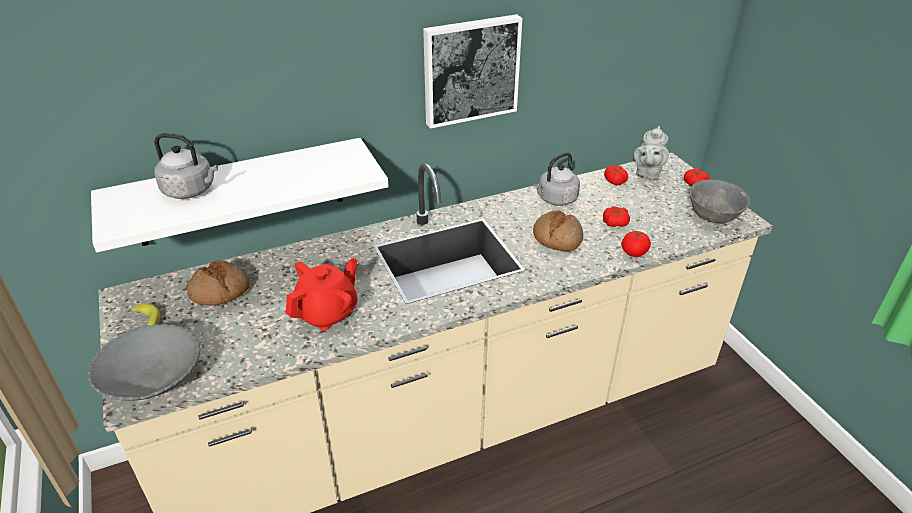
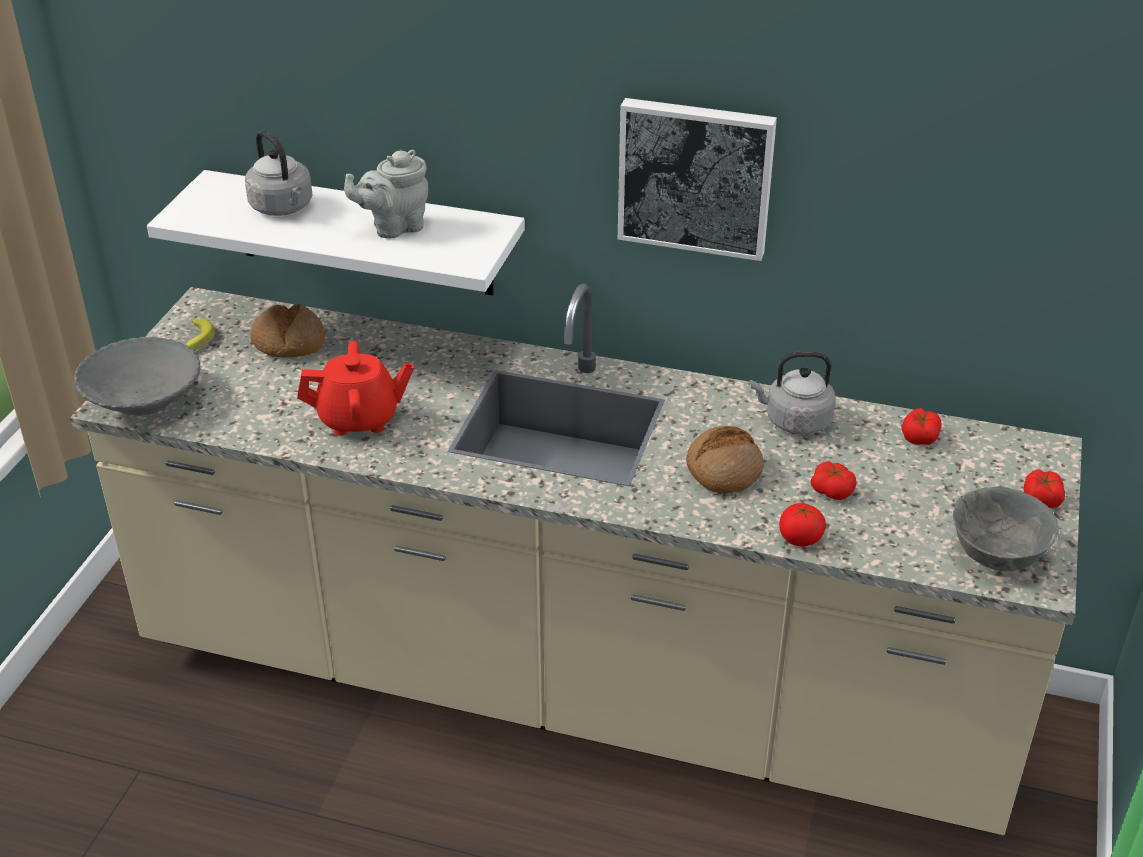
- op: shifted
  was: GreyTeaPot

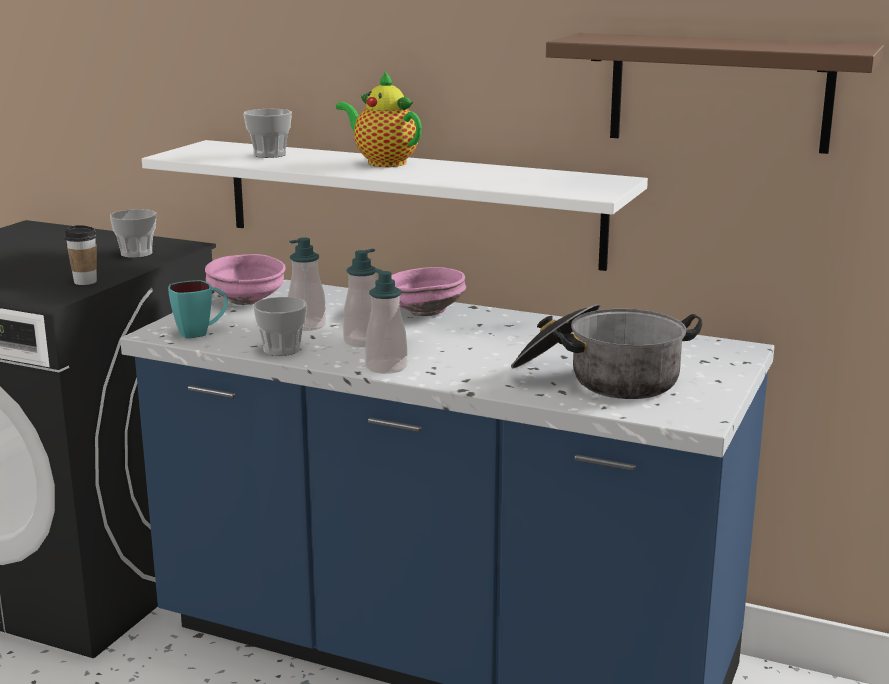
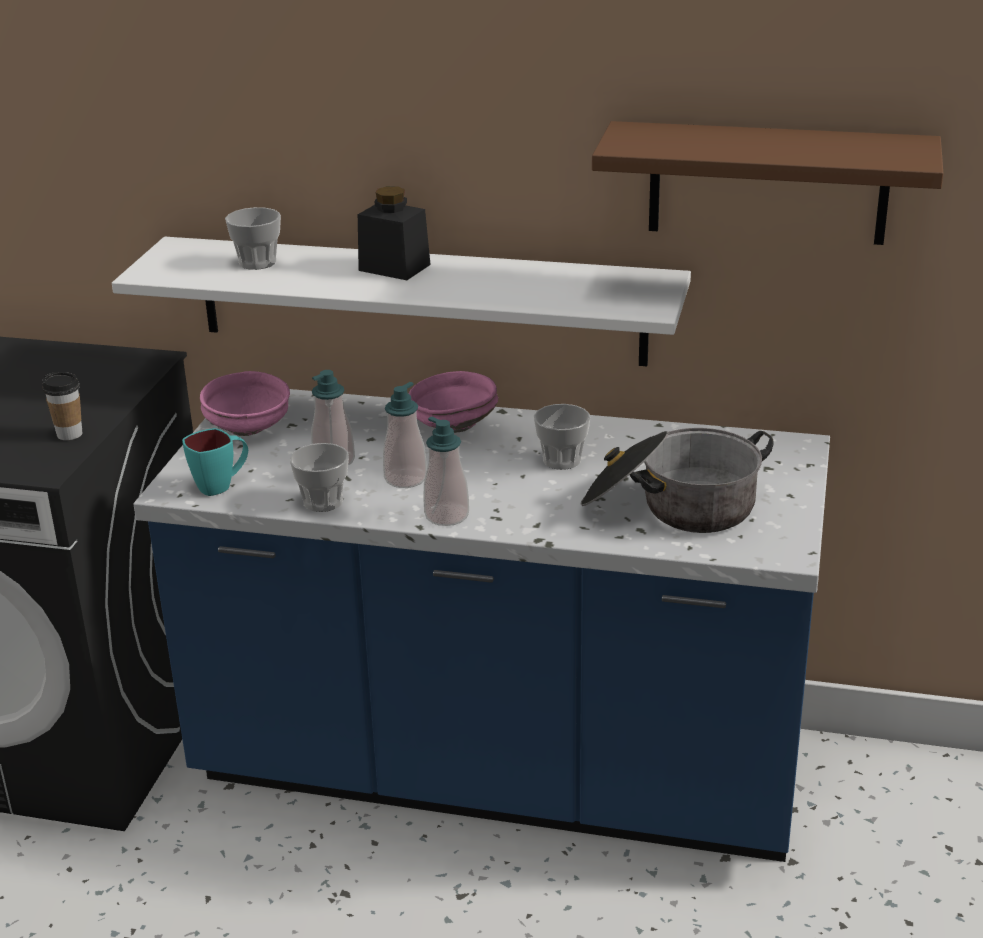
- op: shifted
  was: DrinkingCup (no. 2 from left in the first image)
  now: DrinkingCup (no. 4 from left)
- op: swapped
  was: TeaPot
  now: BlackishPreserveJar

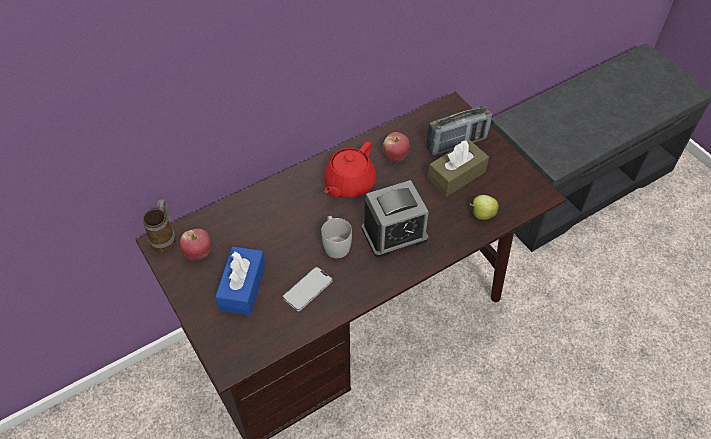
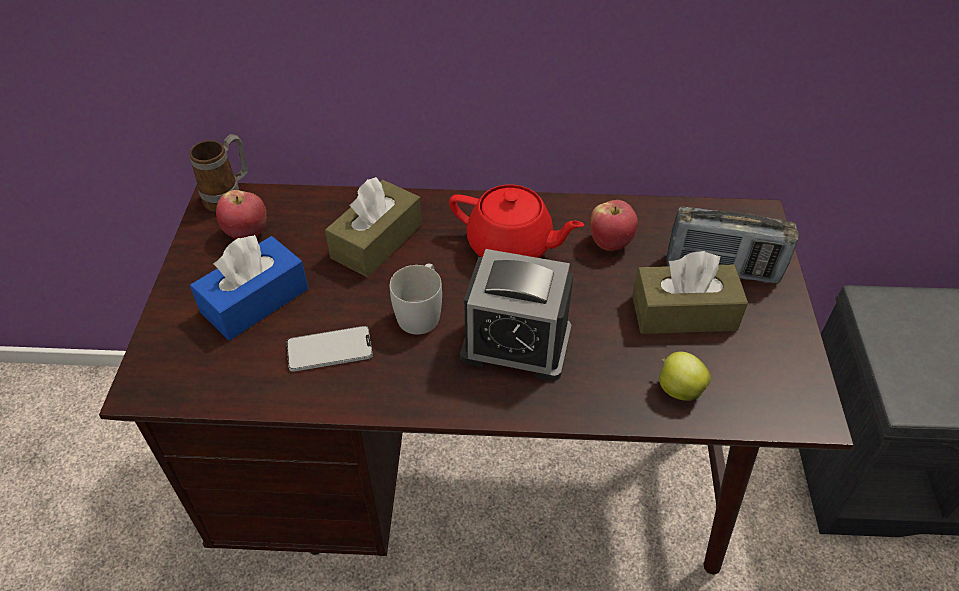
- op: rotated
  was: RedTeaPot
  clockwise: -135
- op: new
  now: BrownishTissueBox (no. 1 from left)

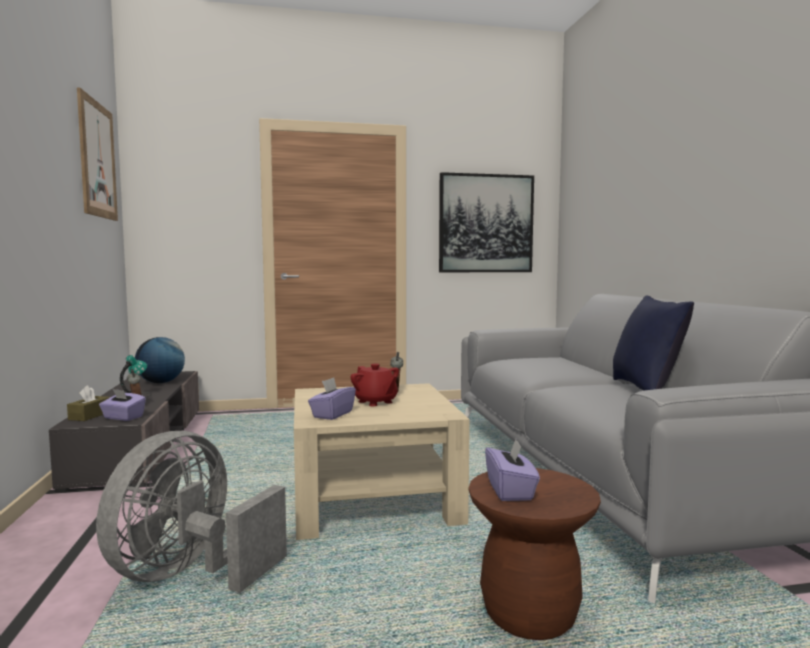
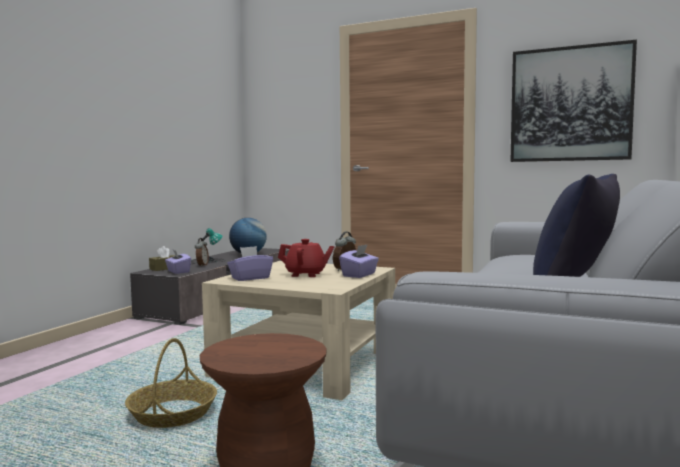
- op: gone
  was: WallPicture (no. 1 from left)
- op: gone
  was: GreyCoolingFan
- op: rotated
  was: RedTeaPot
  clockwise: -75
- op: shifted
  was: PurpleTissueBox (no. 3 from left)
- op: new
  now: HouseholdBasket

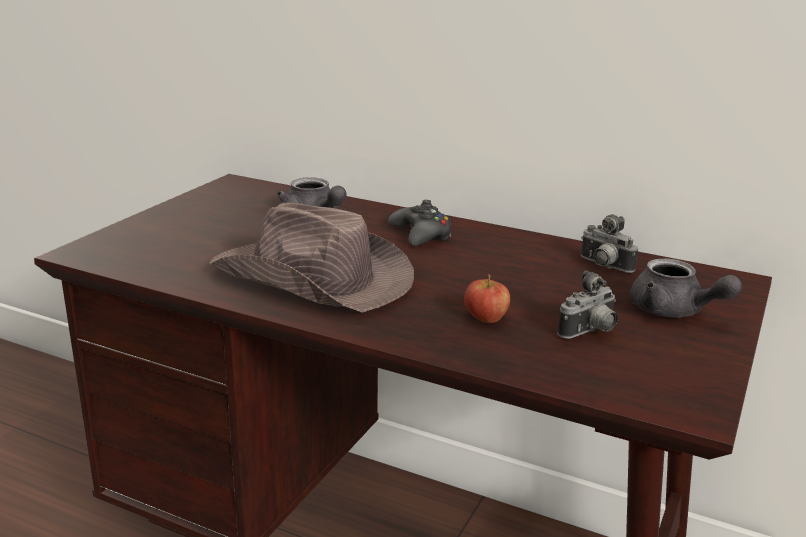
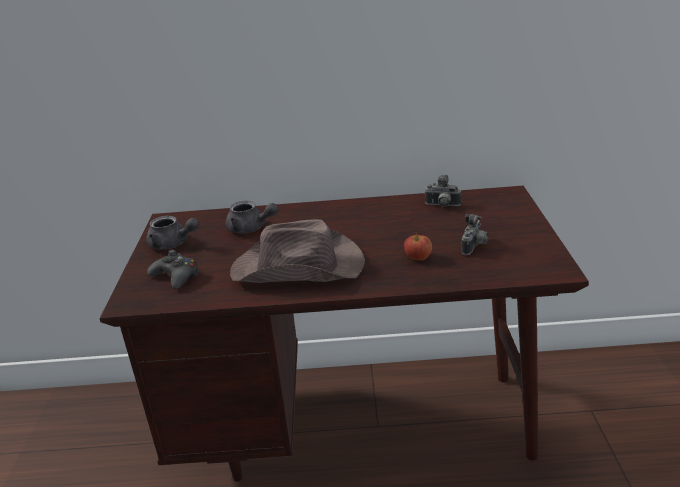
- op: shifted
  was: BlackishGamepad
- op: shifted
  was: GreyTeaPot (no. 2 from left in the first image)
  now: GreyTeaPot (no. 1 from left)

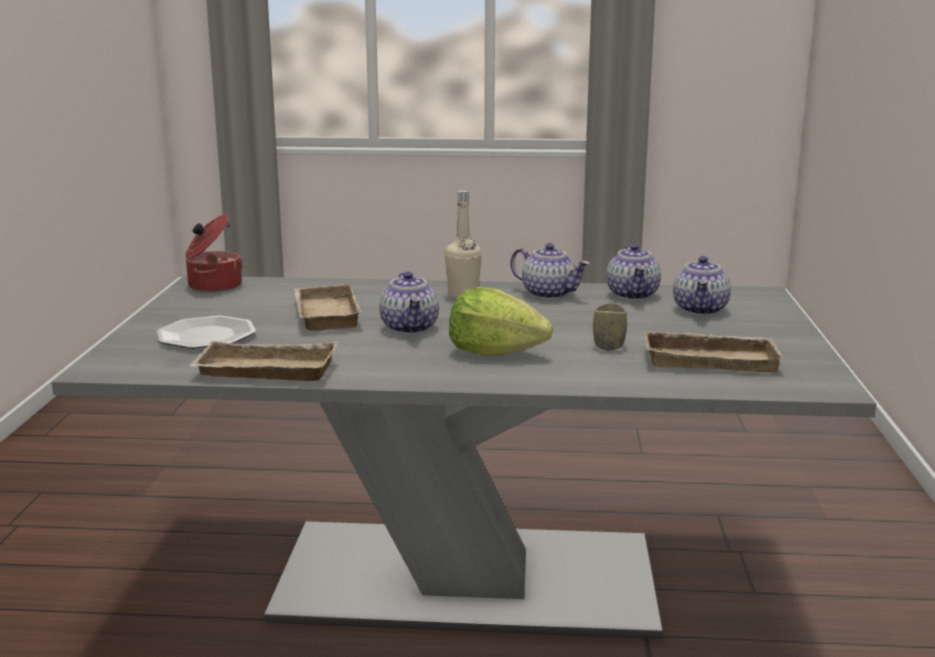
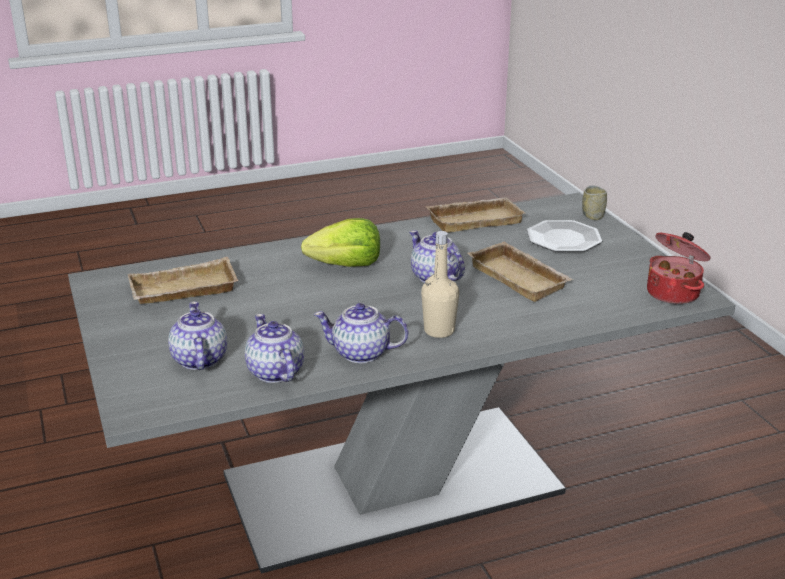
- op: shifted
  was: DrinkingCup

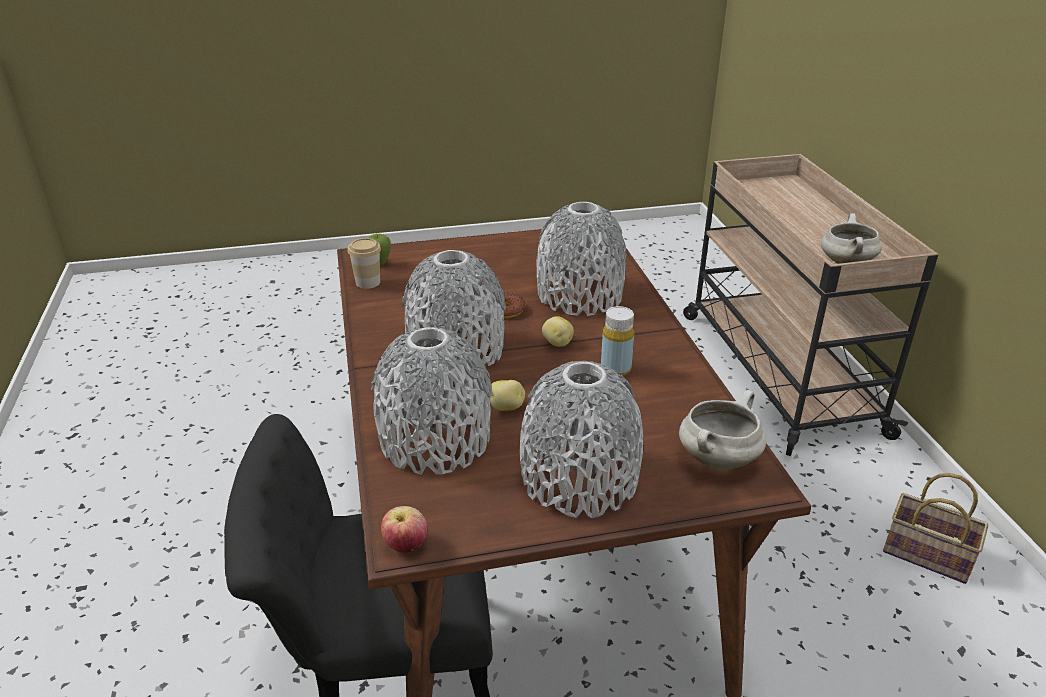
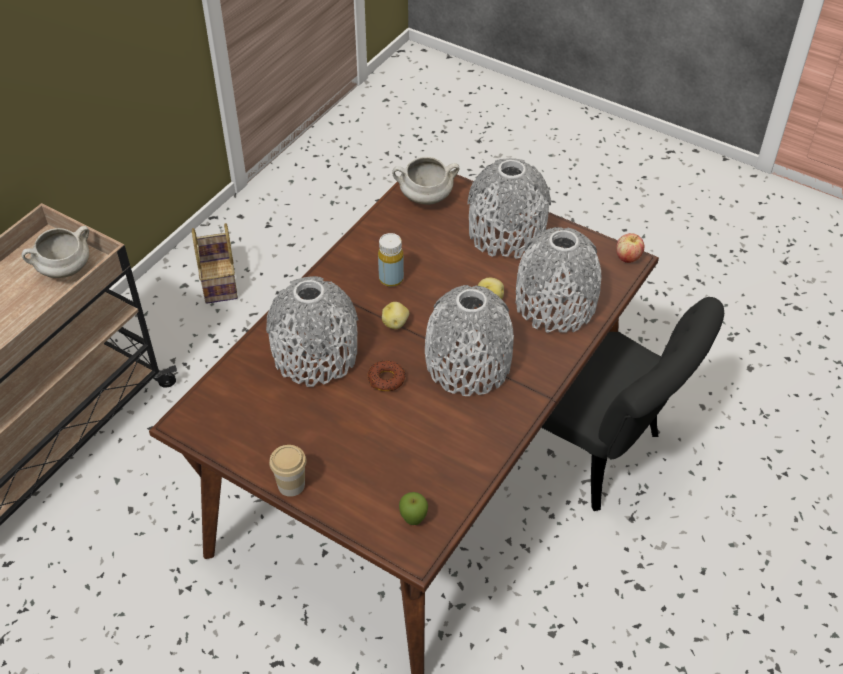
- op: shifted
  was: DrinkingCup

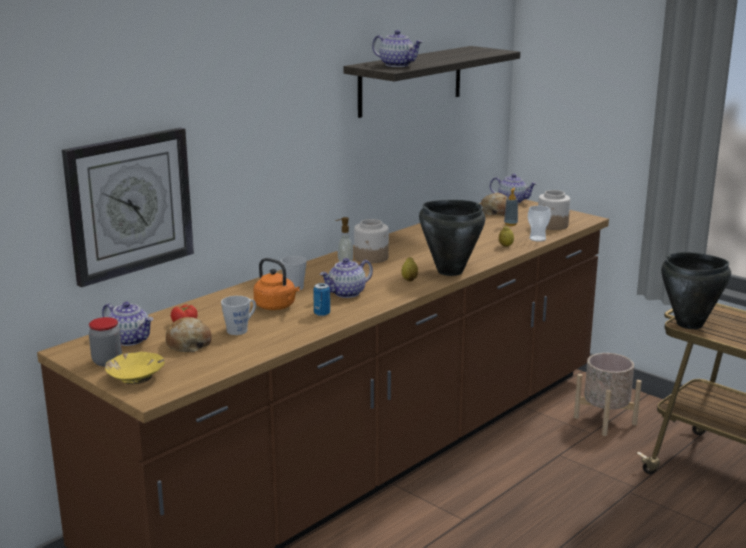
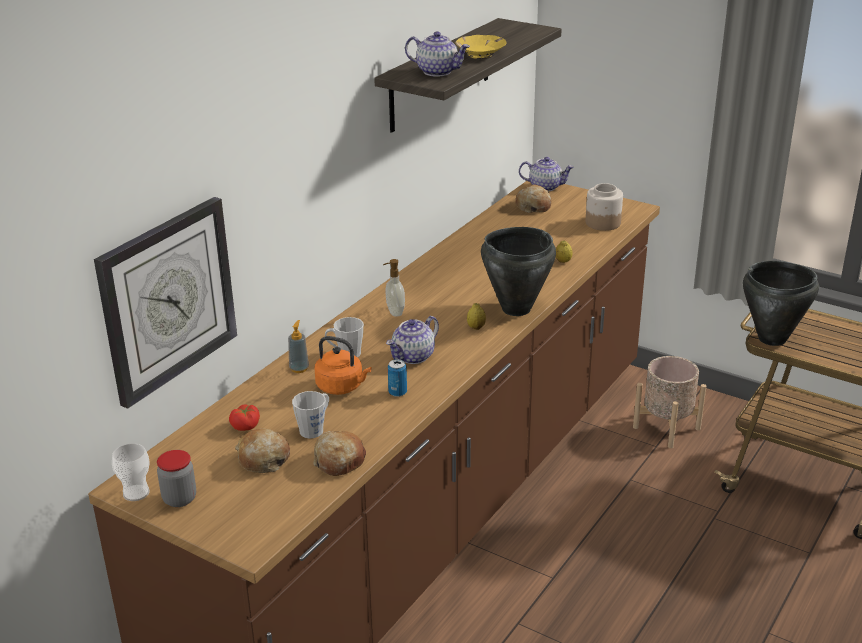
- op: gone
  was: TeaPot (no. 1 from left)
- op: shifted
  was: YellowishServingBowl
- op: gone
  was: PreserveJar (no. 2 from left)
- op: shifted
  was: SoapBottle (no. 2 from left in the first image)
  now: SoapBottle (no. 1 from left)
- op: shifted
  was: DrinkingCup
- op: new
  now: BakeryBread (no. 2 from left)

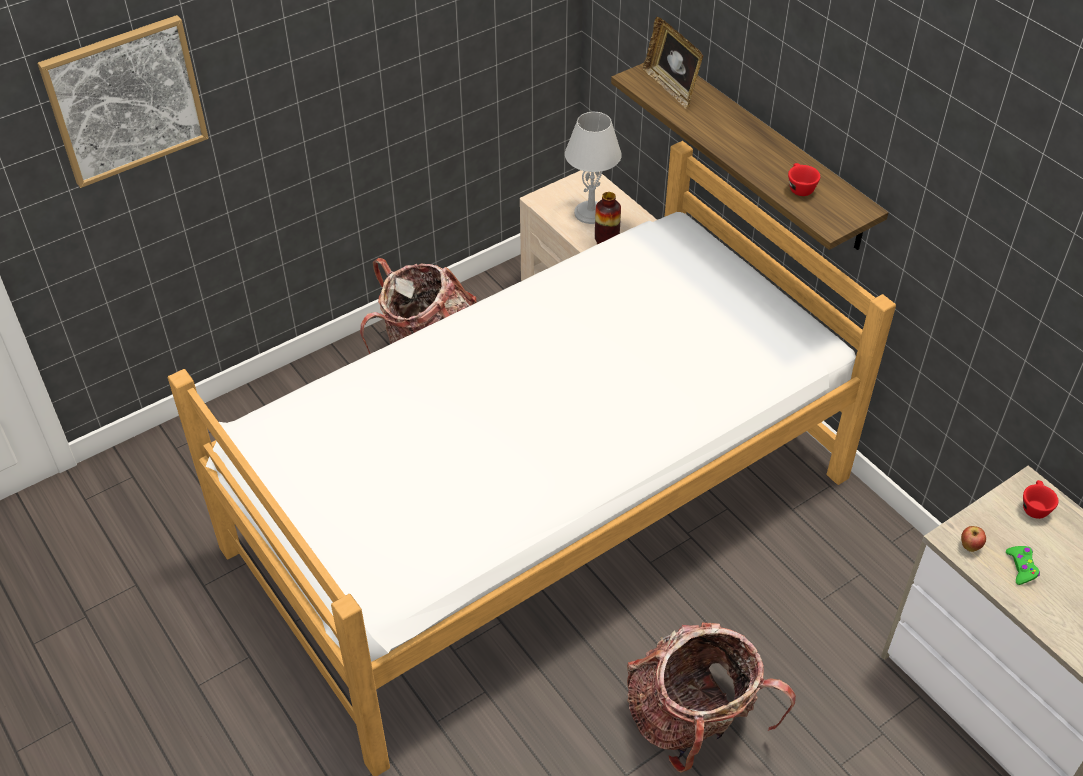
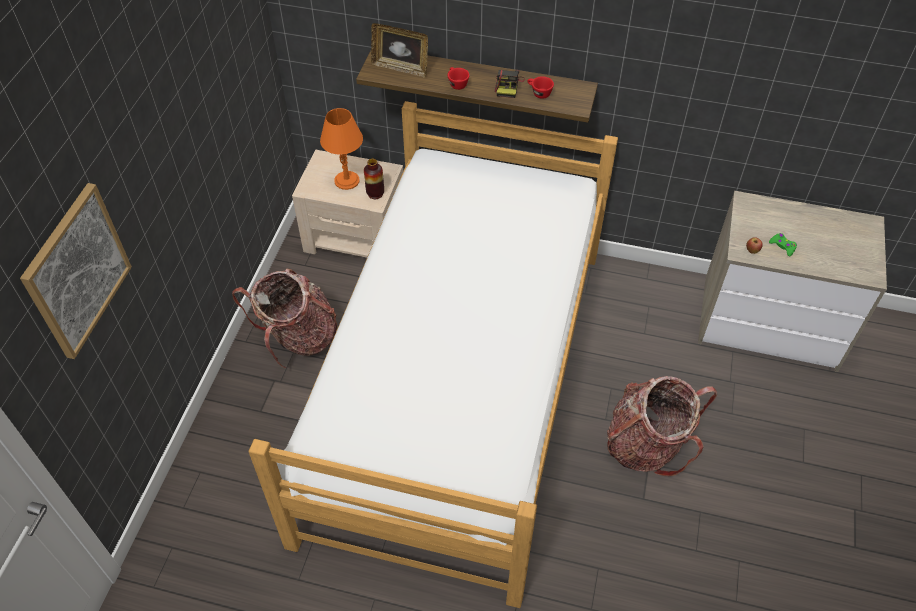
- op: repainted
  was: GreyLampForATable
  now: OrangeLampForATable
- op: shifted
  was: RedDrinkingCup (no. 2 from left in the first image)
  now: RedDrinkingCup (no. 1 from left)
- op: new
  now: PhotoCamera

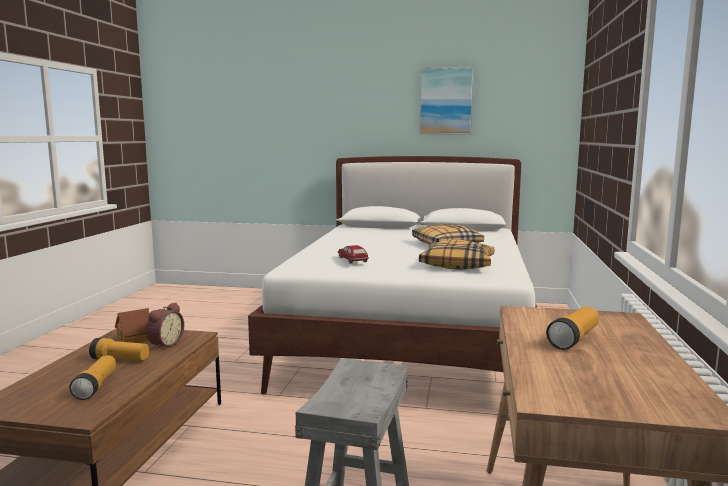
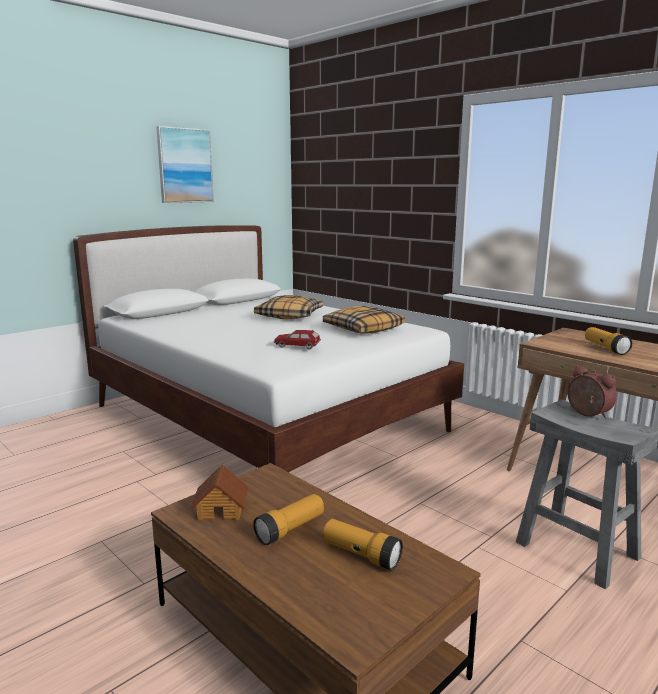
- op: shifted
  was: BedsideClock

